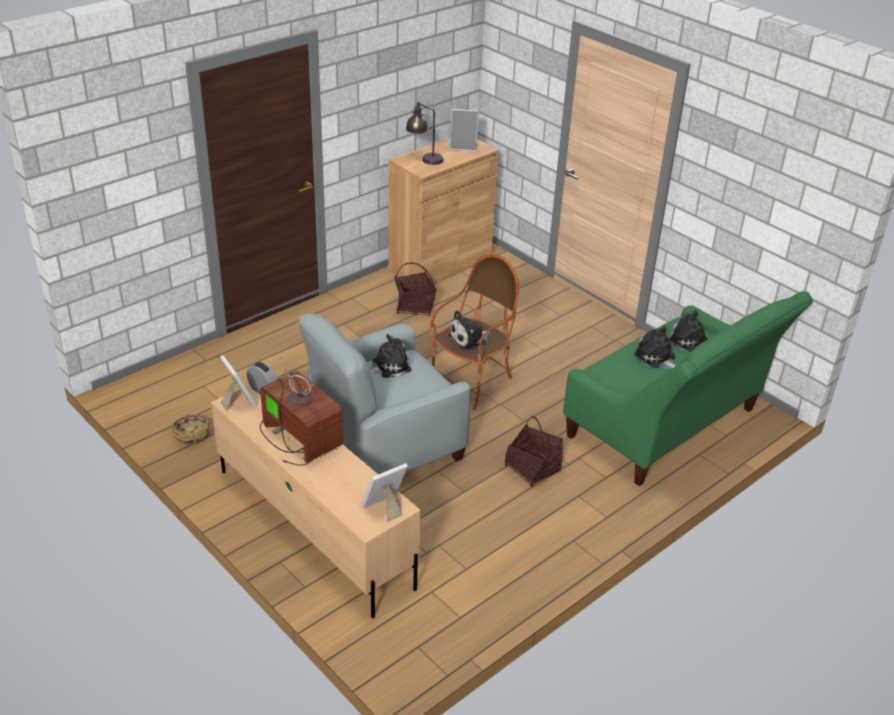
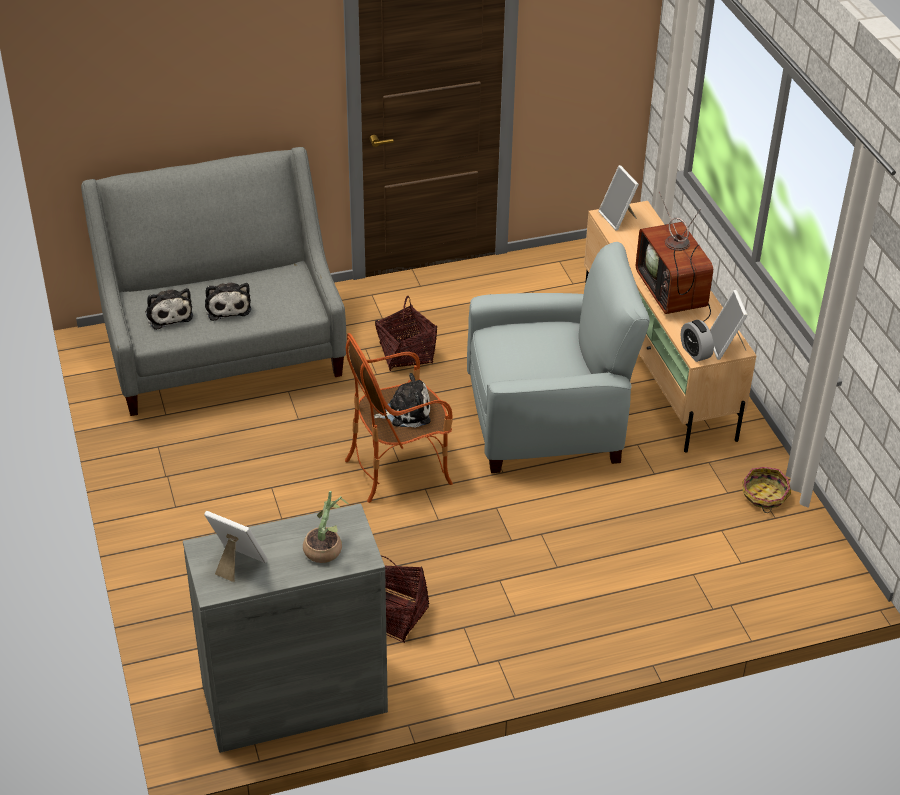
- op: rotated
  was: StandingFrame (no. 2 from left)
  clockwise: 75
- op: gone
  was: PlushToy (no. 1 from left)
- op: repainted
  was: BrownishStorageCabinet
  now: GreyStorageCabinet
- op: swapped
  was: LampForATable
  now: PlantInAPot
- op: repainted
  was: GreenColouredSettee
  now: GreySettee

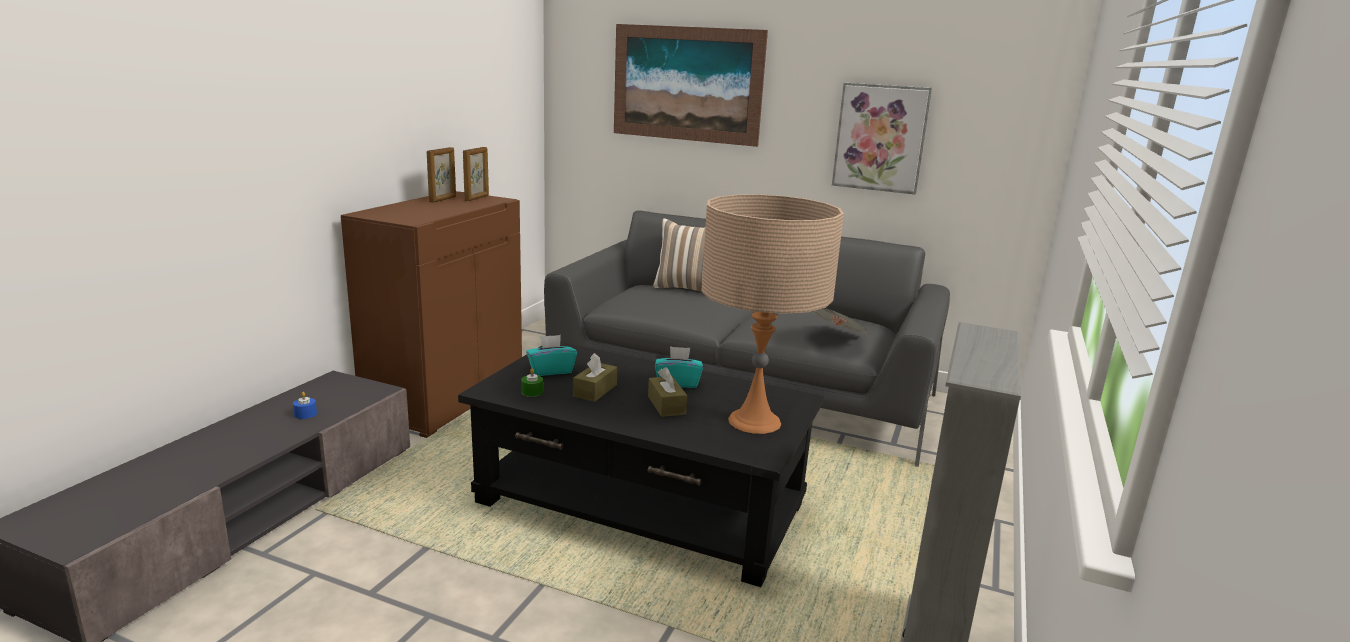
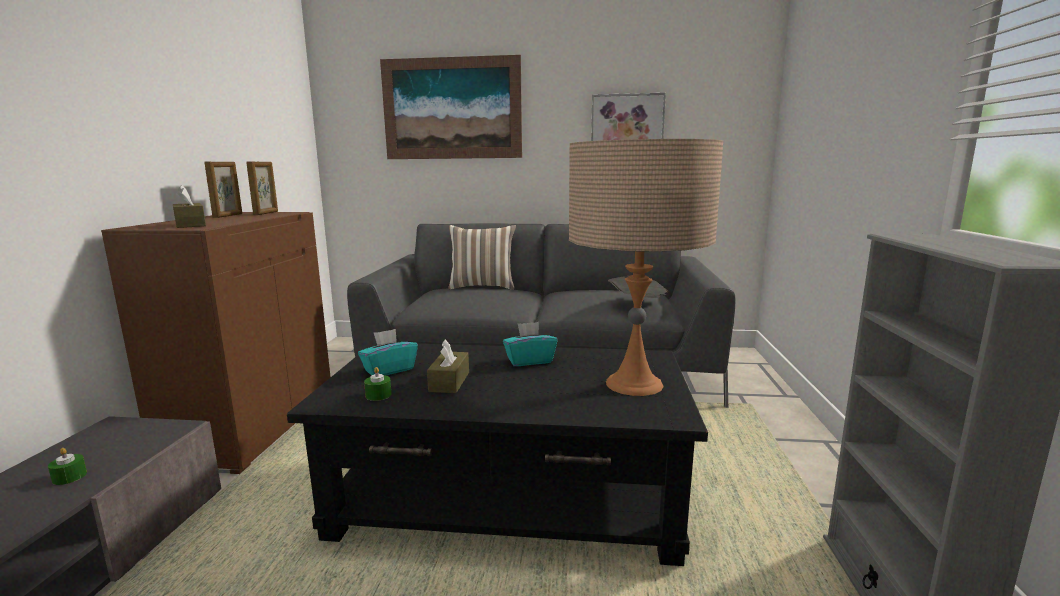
- op: repainted
  was: BlueColouredWaxLight
  now: GreenColouredWaxLight (no. 1 from left)
- op: shifted
  was: BrownishTissueBox (no. 2 from left in the first image)
  now: BrownishTissueBox (no. 1 from left)

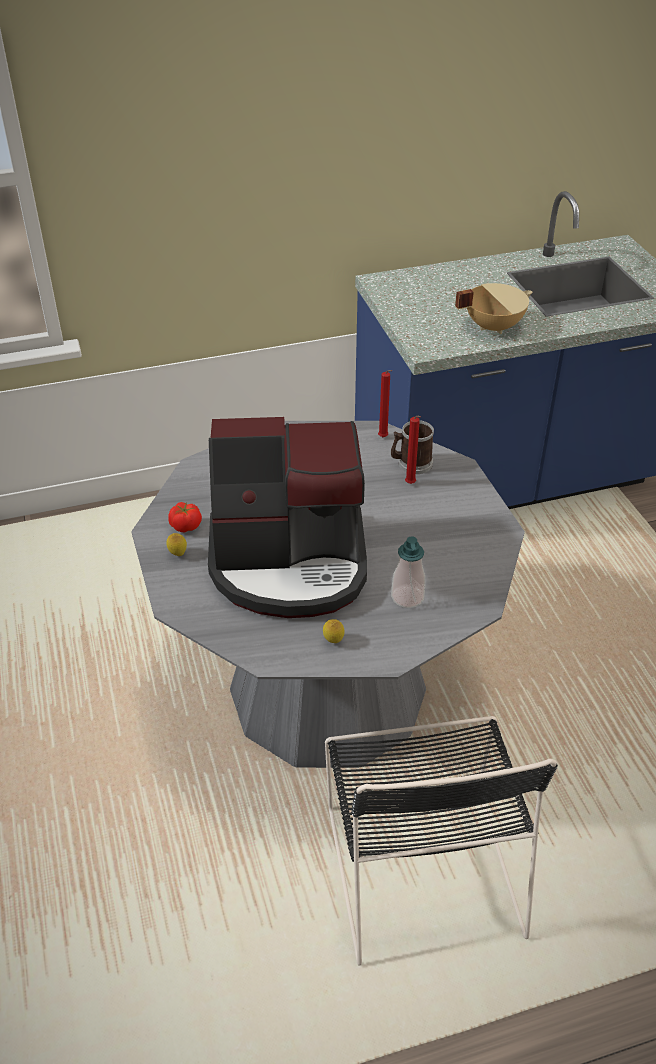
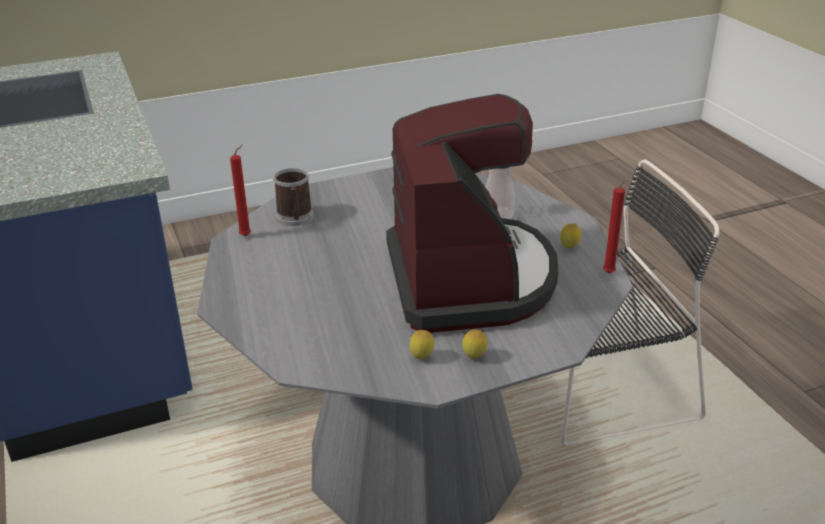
- op: swapped
  was: Tomato
  now: WholeLemon (no. 1 from left)
- op: shifted
  was: RedWaxLight (no. 2 from left)
- op: gone
  was: SandColouredCookingPot

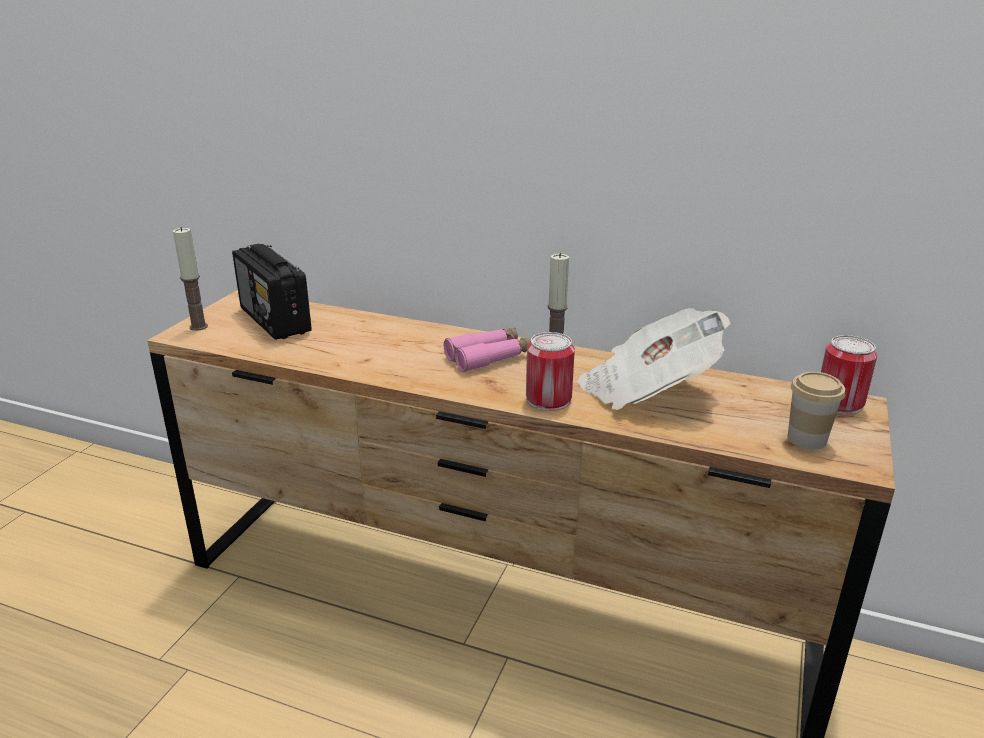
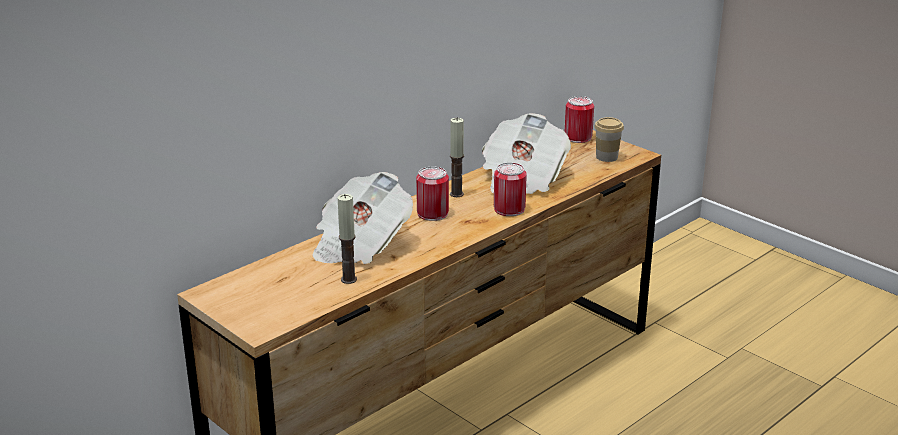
- op: shifted
  was: WaxLight (no. 1 from left)
- op: gone
  was: RadioReceiver
- op: swapped
  was: PinkPairOfBinoculars
  now: Can (no. 1 from left)
- op: new
  now: DailyPaper (no. 1 from left)

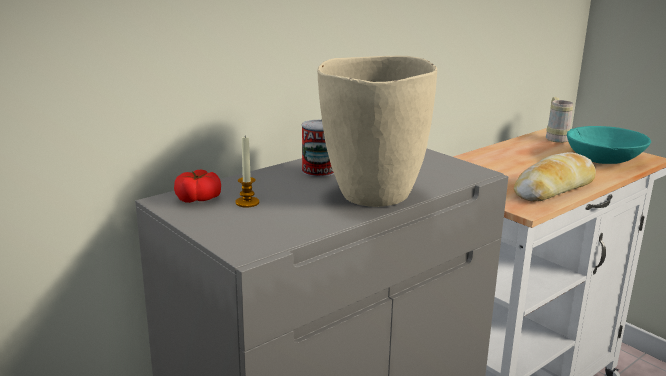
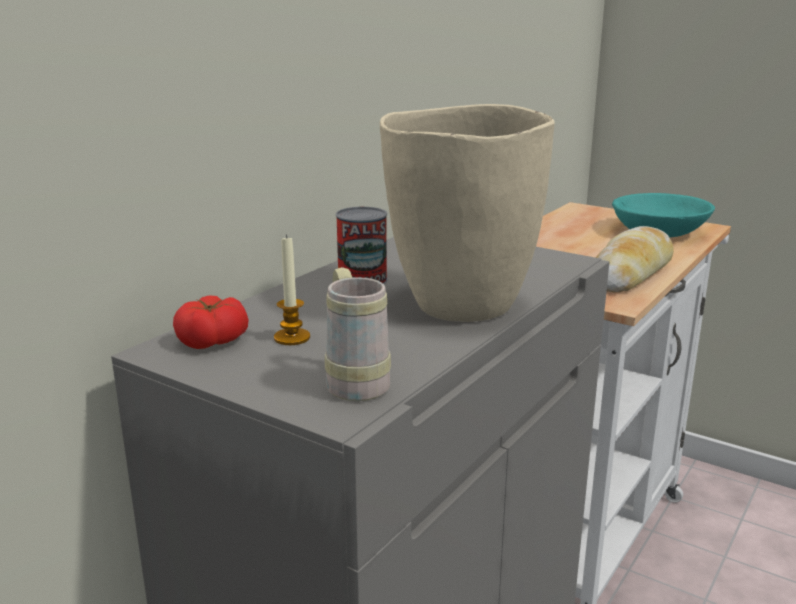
- op: shifted
  was: SandColouredMug

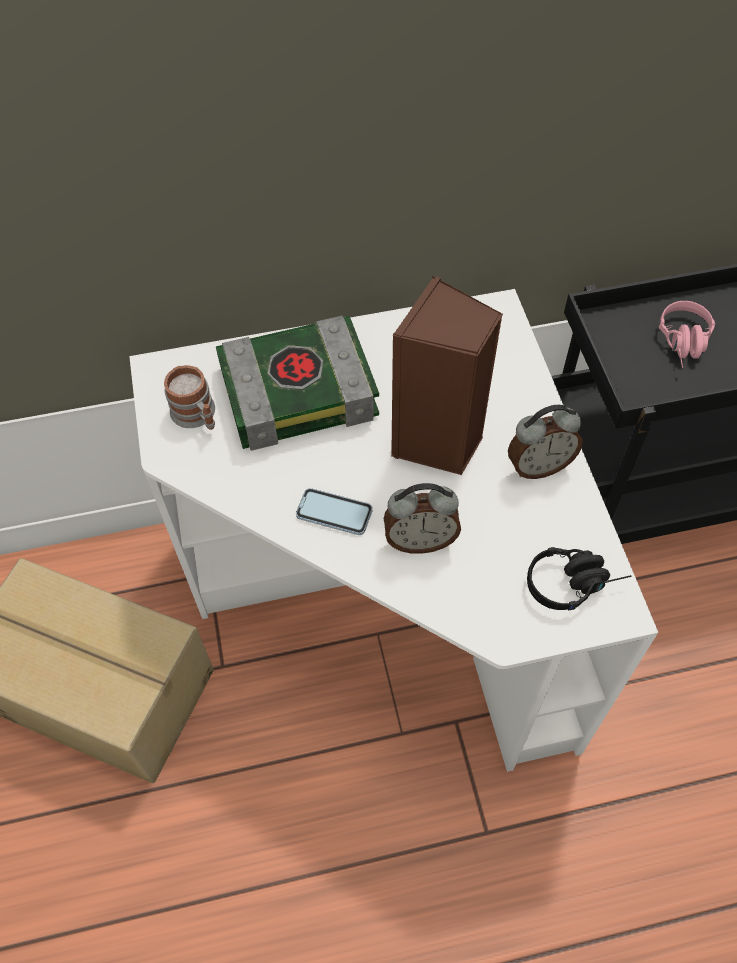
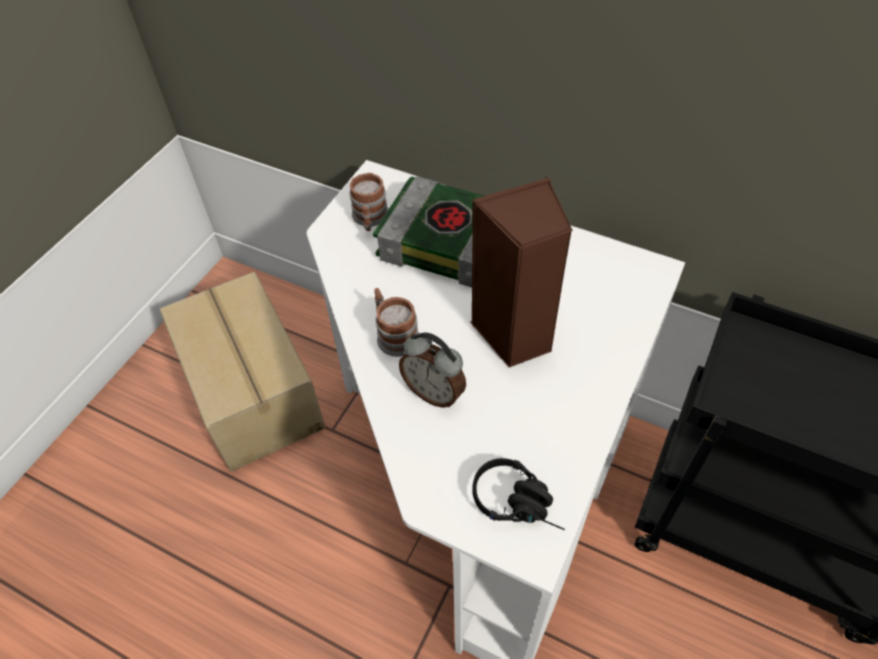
- op: swapped
  was: Telephone
  now: Mug (no. 2 from left)
- op: gone
  was: BedsideClock (no. 2 from left)
- op: gone
  was: PinkPairOfHeadphones

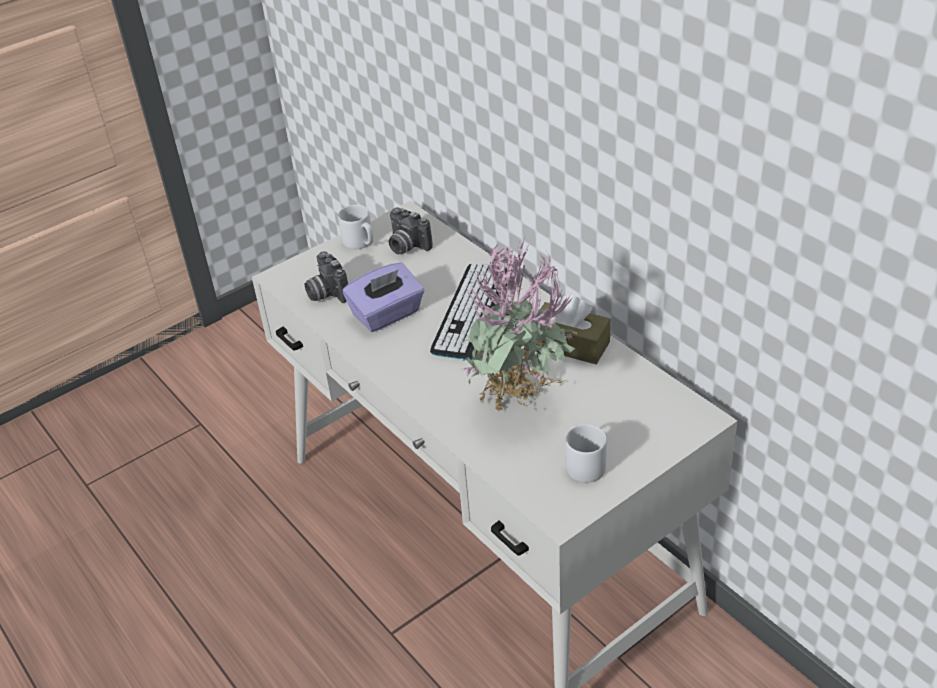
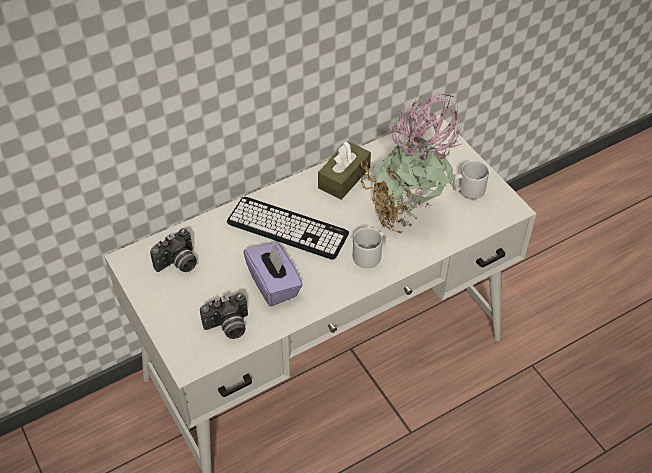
- op: shifted
  was: GreyMug (no. 1 from left)

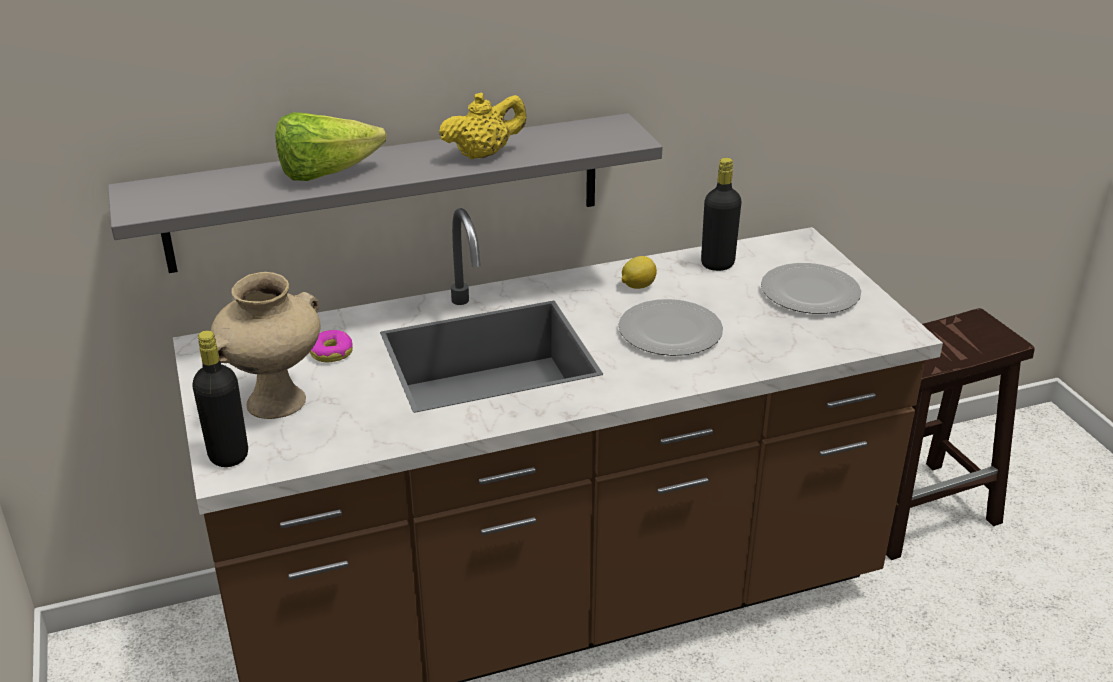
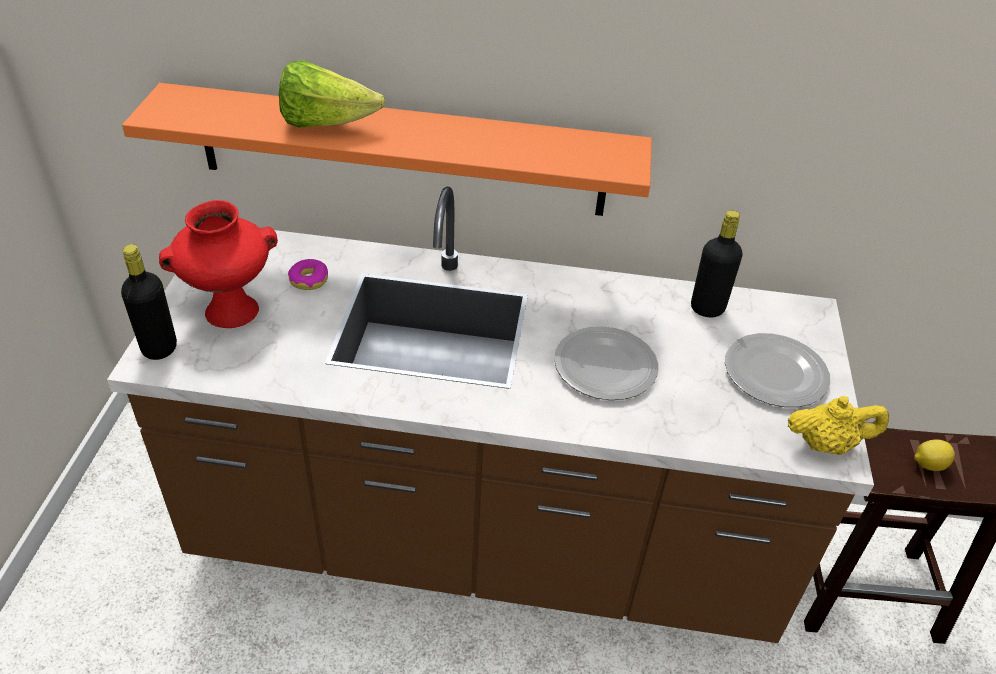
- op: repainted
  was: GreyBracketShelf
  now: OrangeBracketShelf
- op: repainted
  was: SandColouredVase
  now: RedVase
- op: shifted
  was: YellowishTeaPot
- op: shifted
  was: WholeLemon

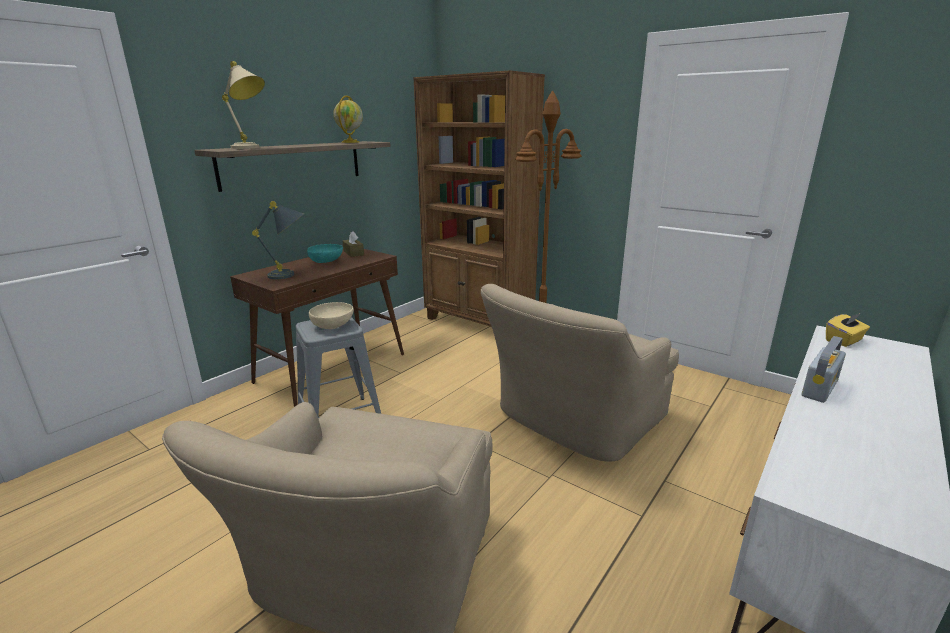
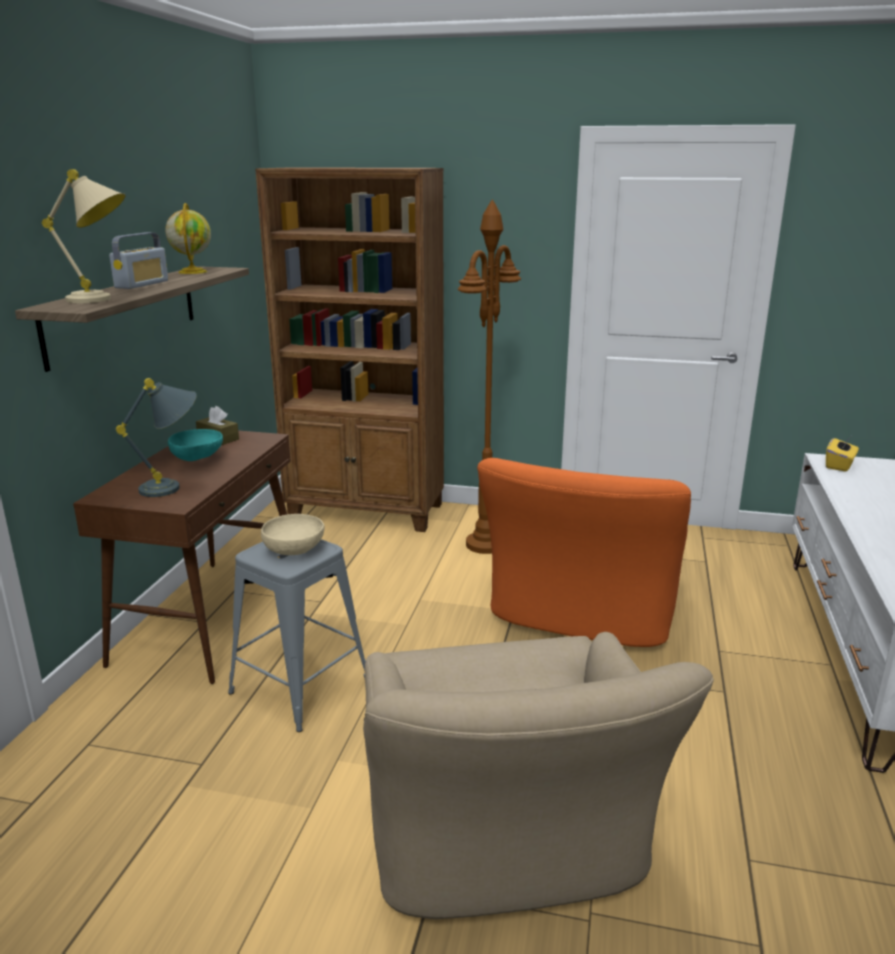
- op: repainted
  was: SandColouredLoungeChair (no. 2 from left)
  now: OrangeLoungeChair
- op: shifted
  was: RadioReceiver

